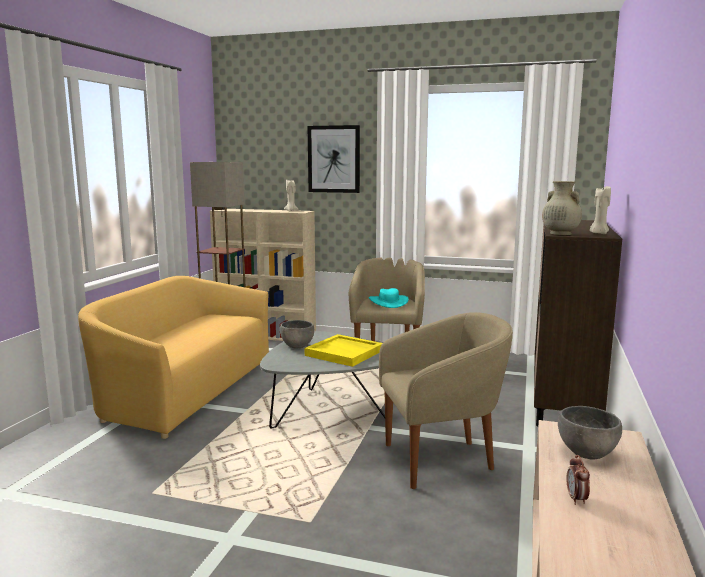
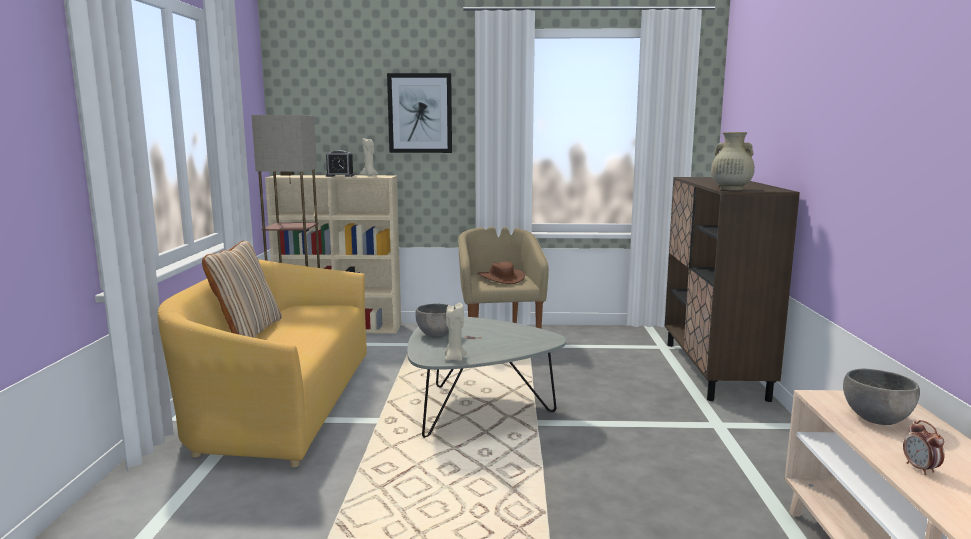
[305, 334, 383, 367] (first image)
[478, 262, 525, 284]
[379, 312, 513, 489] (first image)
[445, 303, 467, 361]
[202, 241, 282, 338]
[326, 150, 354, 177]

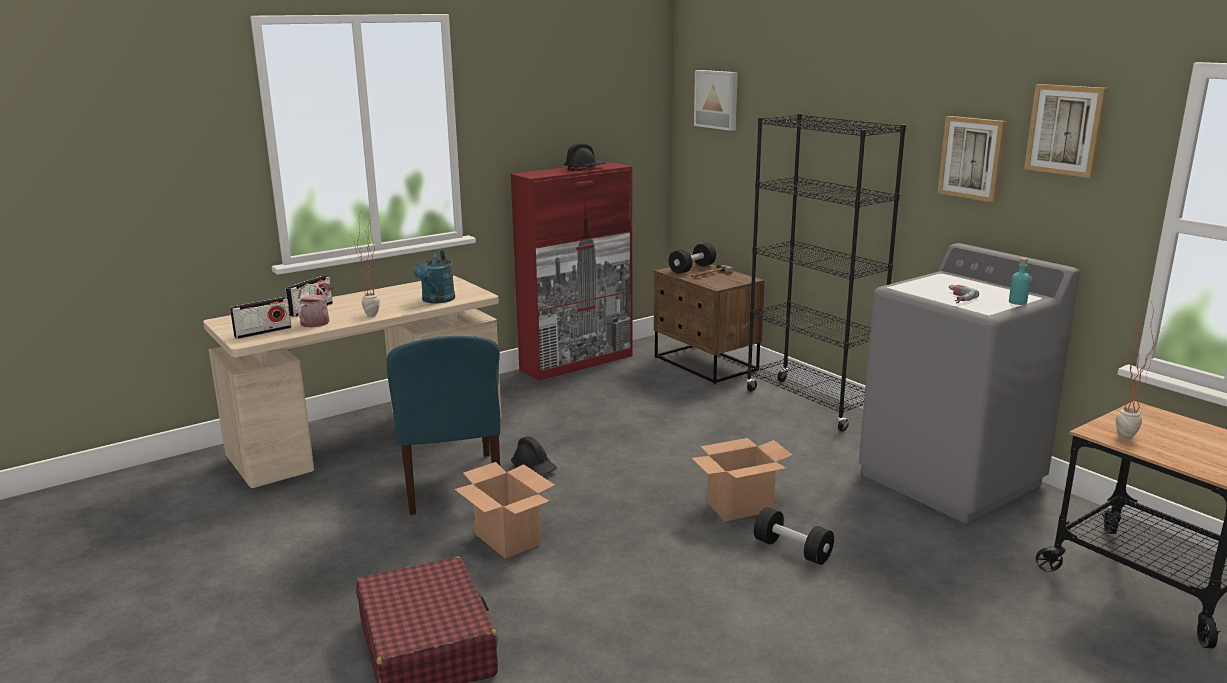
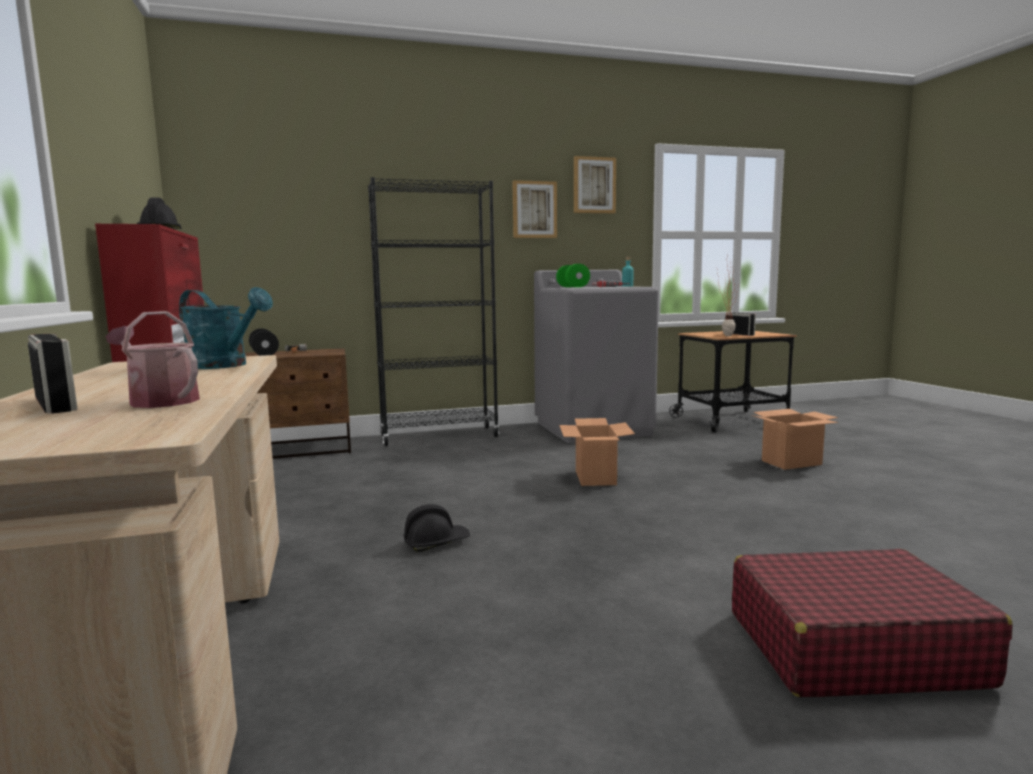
[725, 312, 756, 336]
[350, 215, 380, 317] (first image)
[386, 336, 500, 515] (first image)
[751, 409, 838, 470]
[694, 70, 738, 131] (first image)
[754, 507, 834, 565] (first image)
[556, 264, 590, 288]

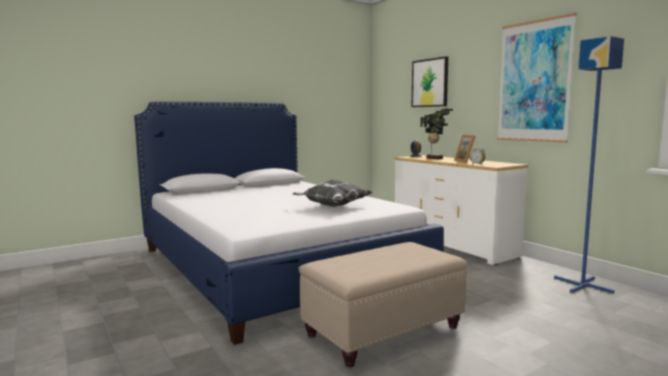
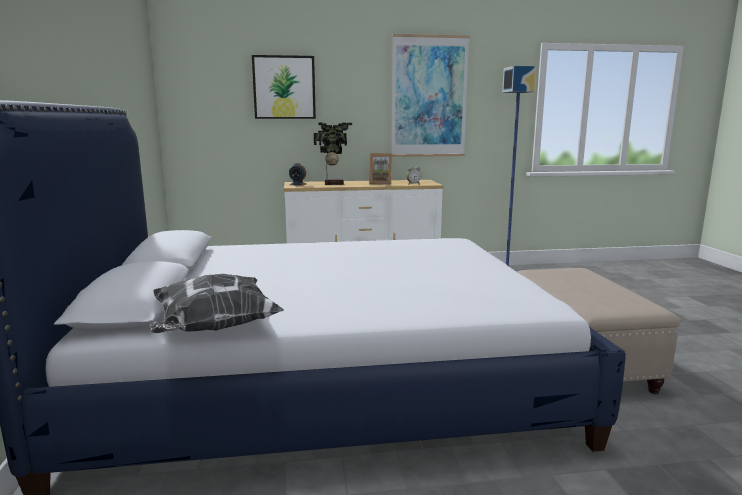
[150, 274, 284, 333]

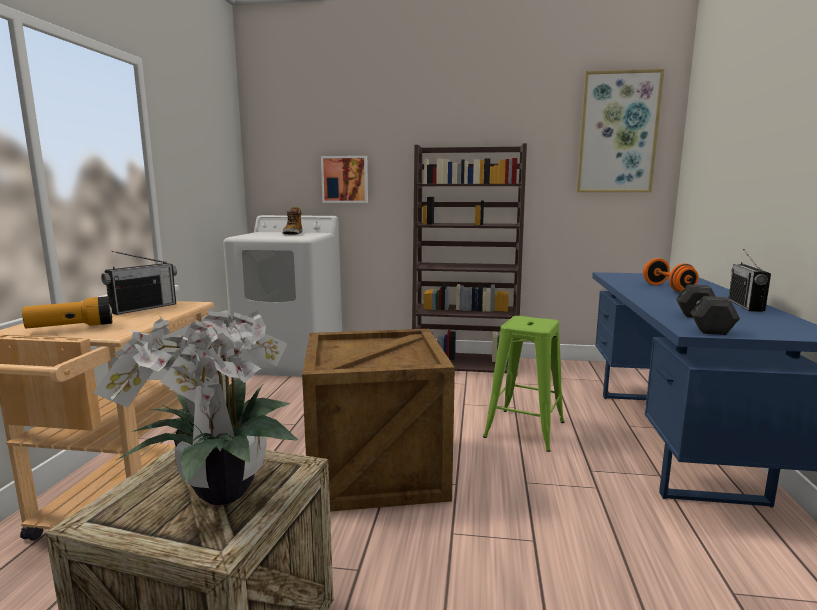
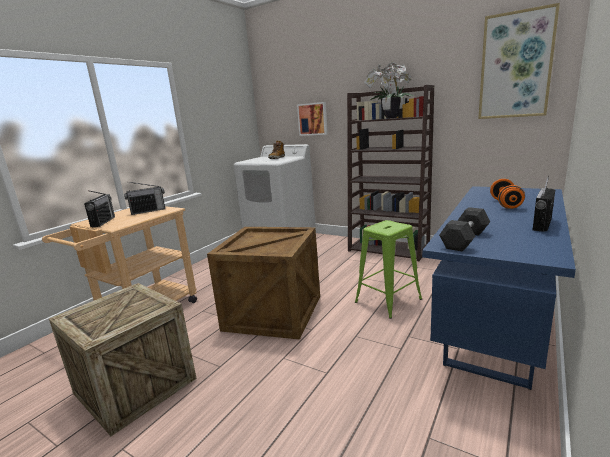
[84, 190, 115, 227]
[364, 62, 414, 118]

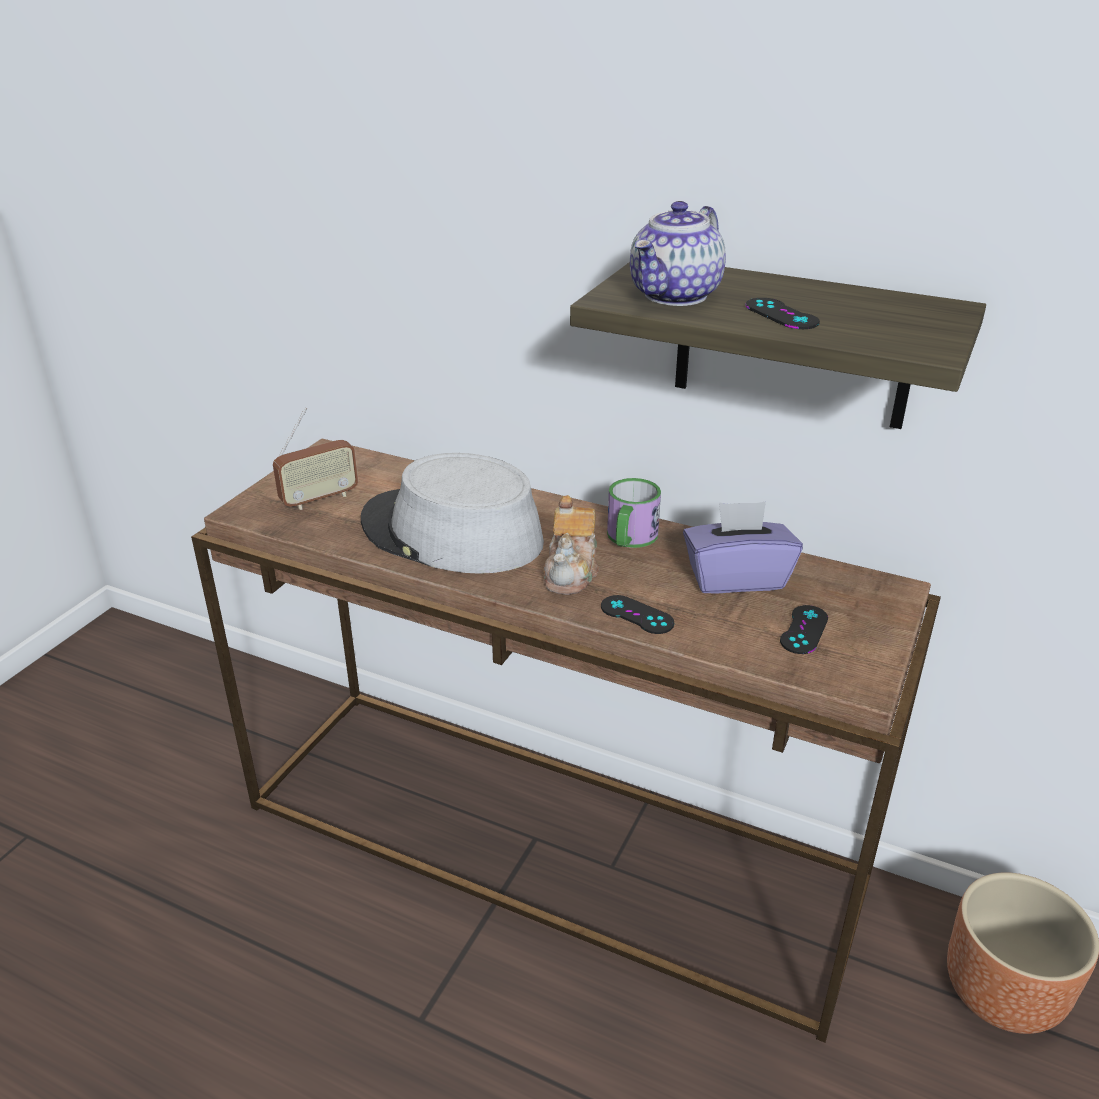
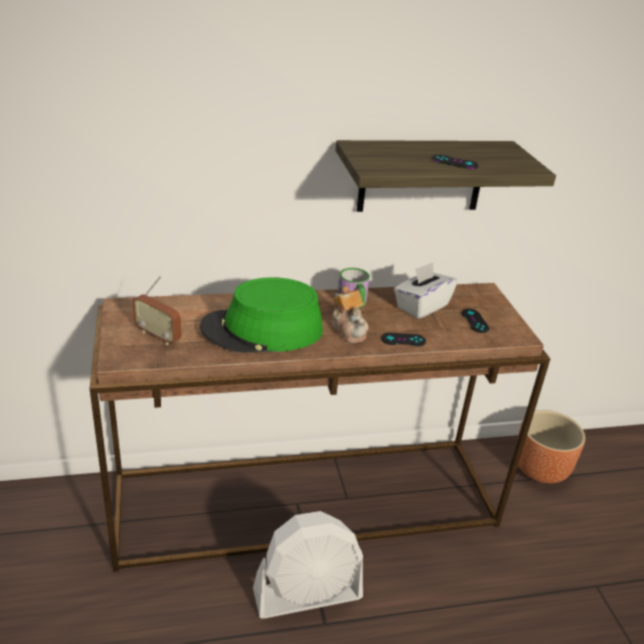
[133, 276, 182, 345]
[200, 277, 323, 353]
[630, 201, 726, 306] (first image)
[394, 262, 458, 319]
[253, 511, 363, 618]

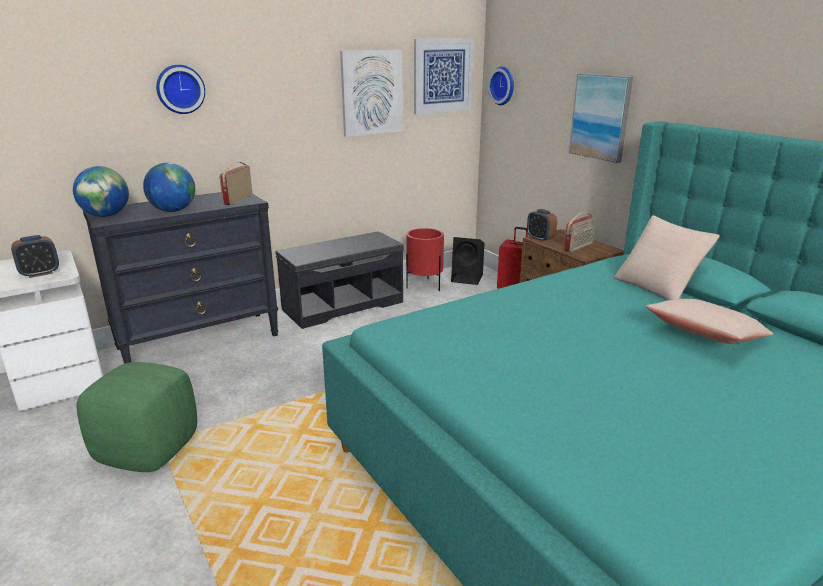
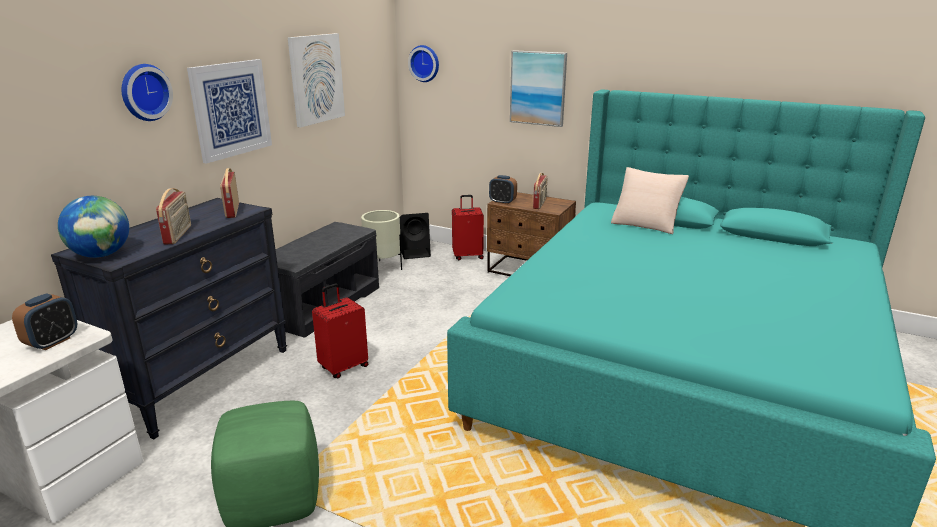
[156, 188, 191, 245]
[361, 210, 402, 270]
[187, 59, 272, 164]
[646, 299, 773, 344] (first image)
[312, 284, 368, 378]

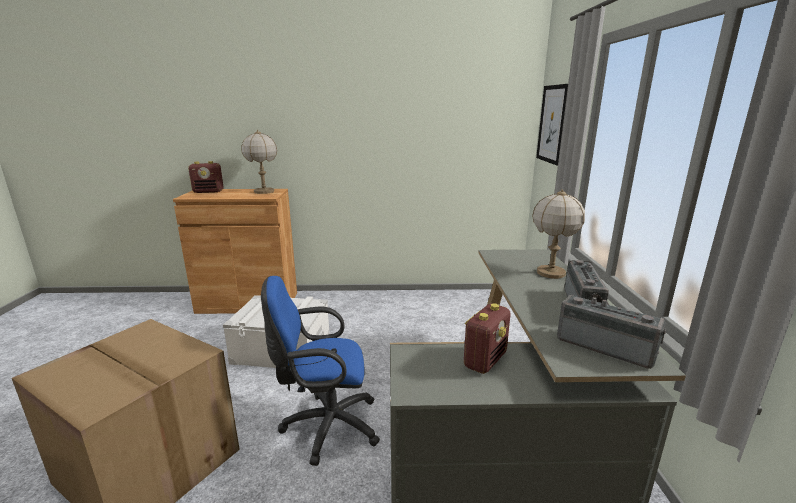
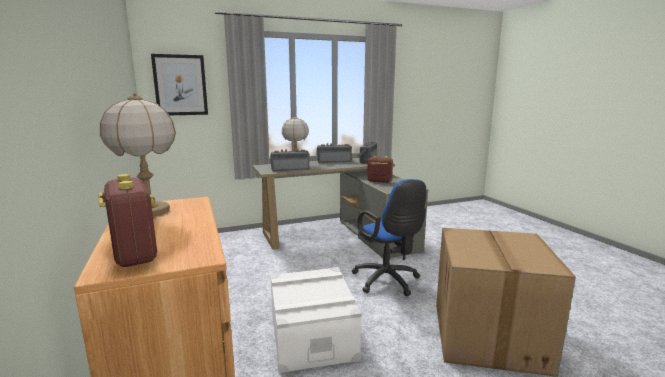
[270, 149, 310, 171]

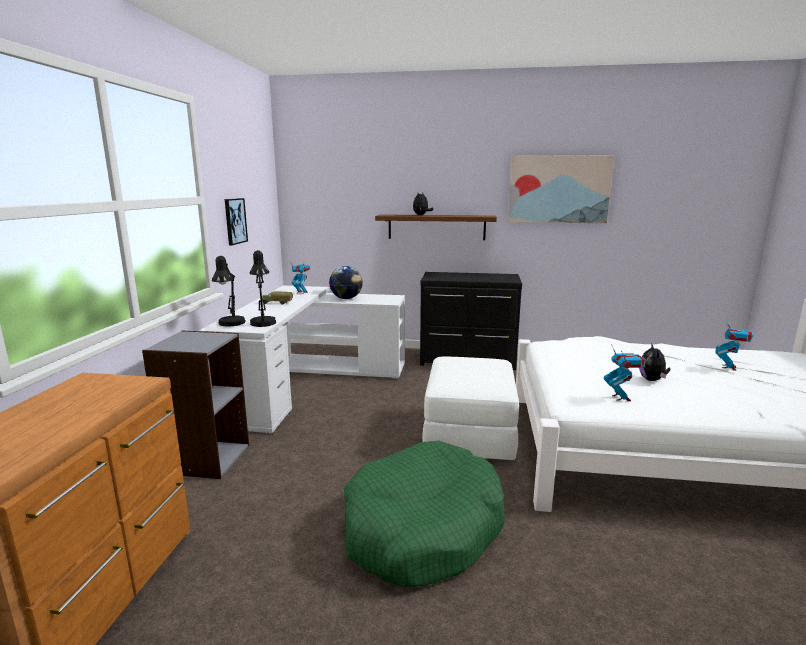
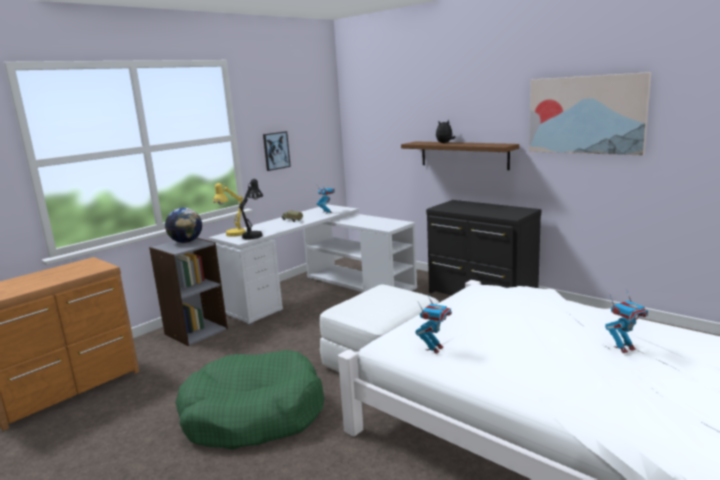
[213, 183, 246, 237]
[165, 208, 202, 243]
[639, 343, 670, 381] (first image)

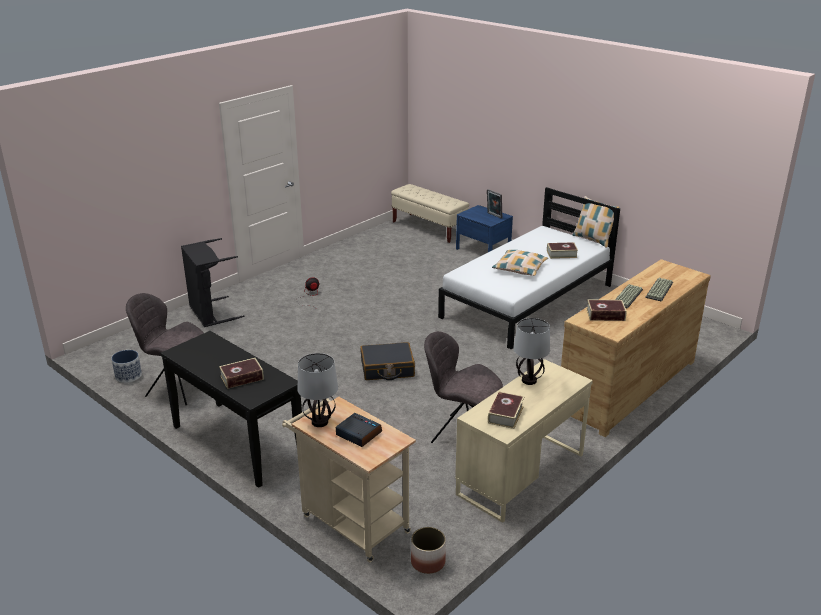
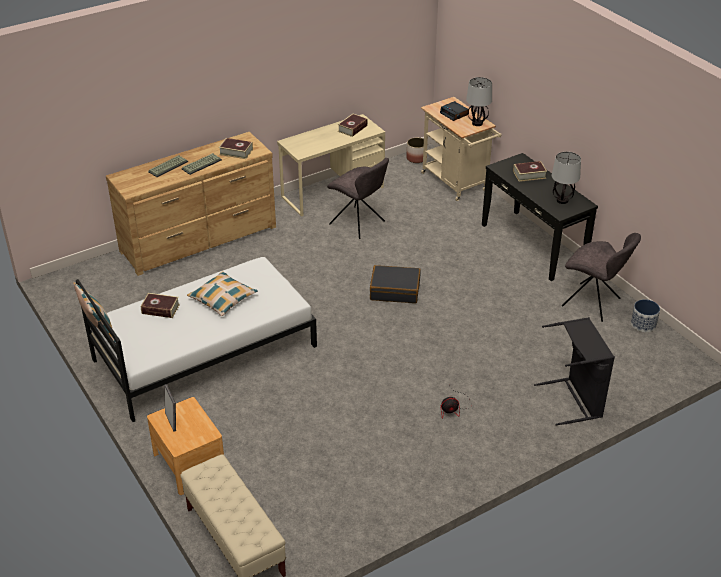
[147, 397, 224, 495]
[552, 152, 581, 204]

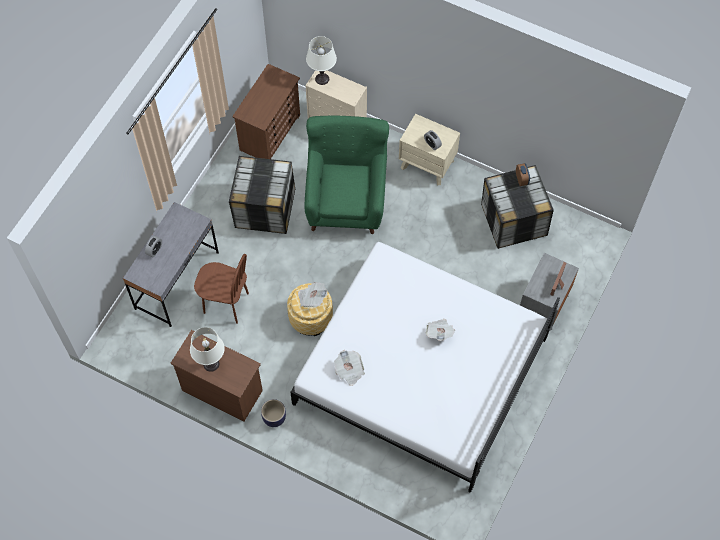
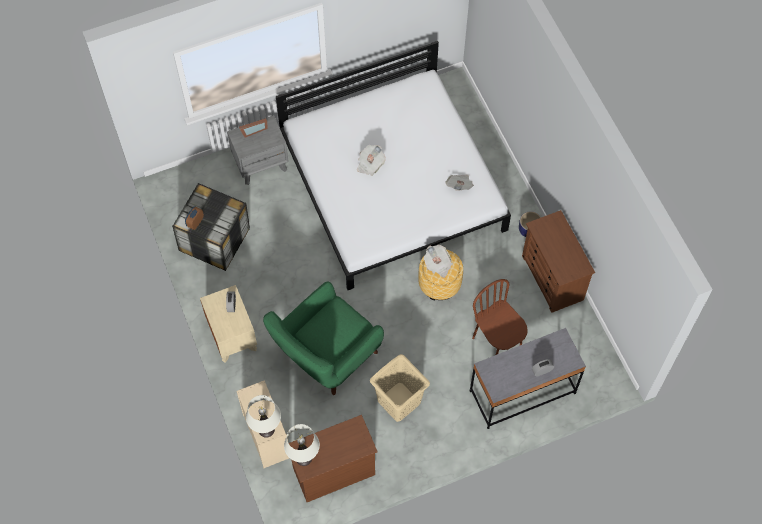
[284, 424, 320, 466]
[370, 354, 430, 422]

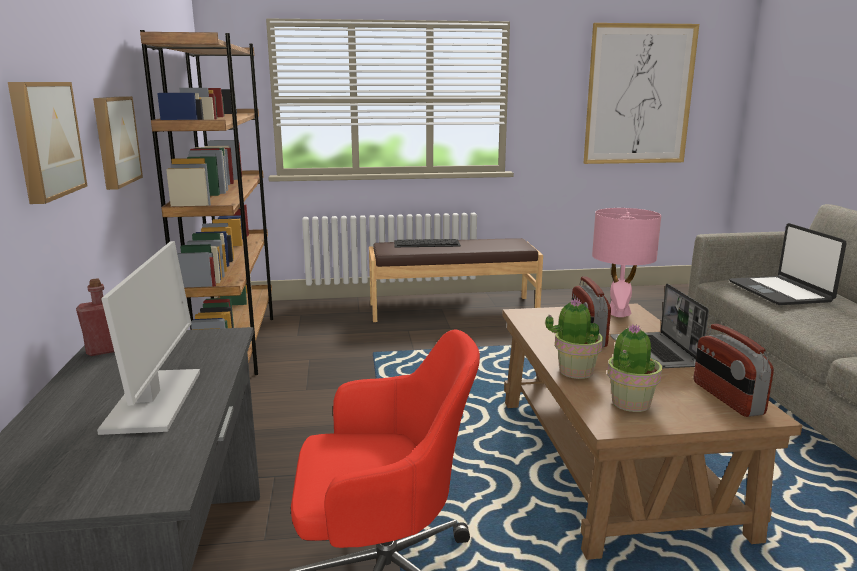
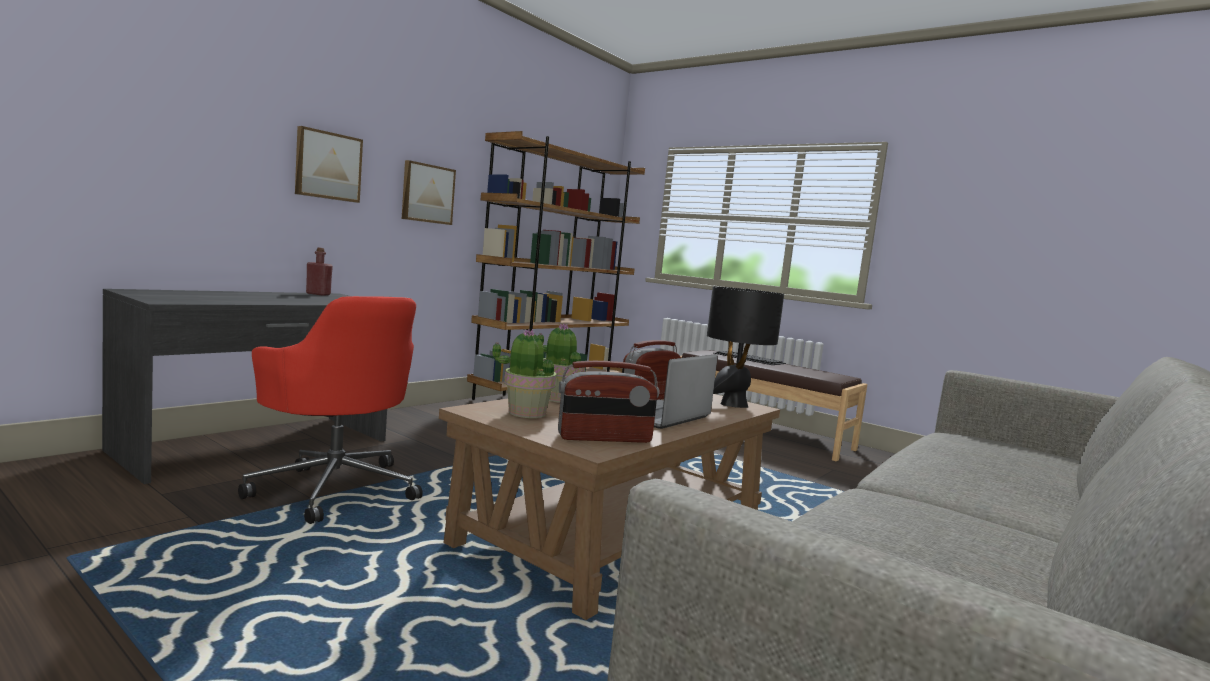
[97, 241, 200, 435] (first image)
[583, 23, 699, 164] (first image)
[707, 286, 784, 408]
[558, 361, 659, 443]
[729, 223, 847, 305] (first image)

